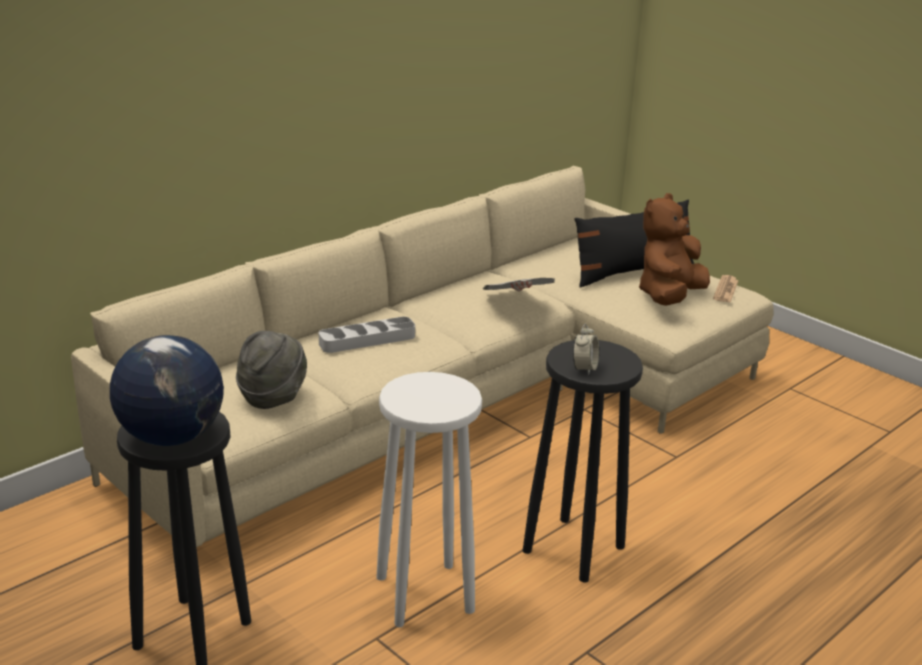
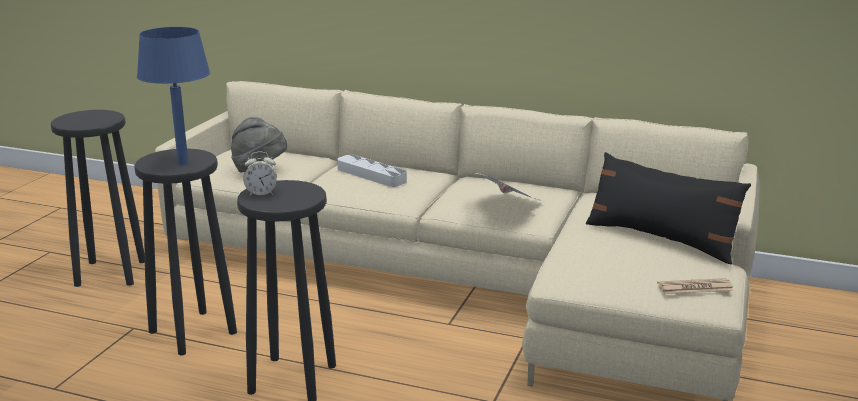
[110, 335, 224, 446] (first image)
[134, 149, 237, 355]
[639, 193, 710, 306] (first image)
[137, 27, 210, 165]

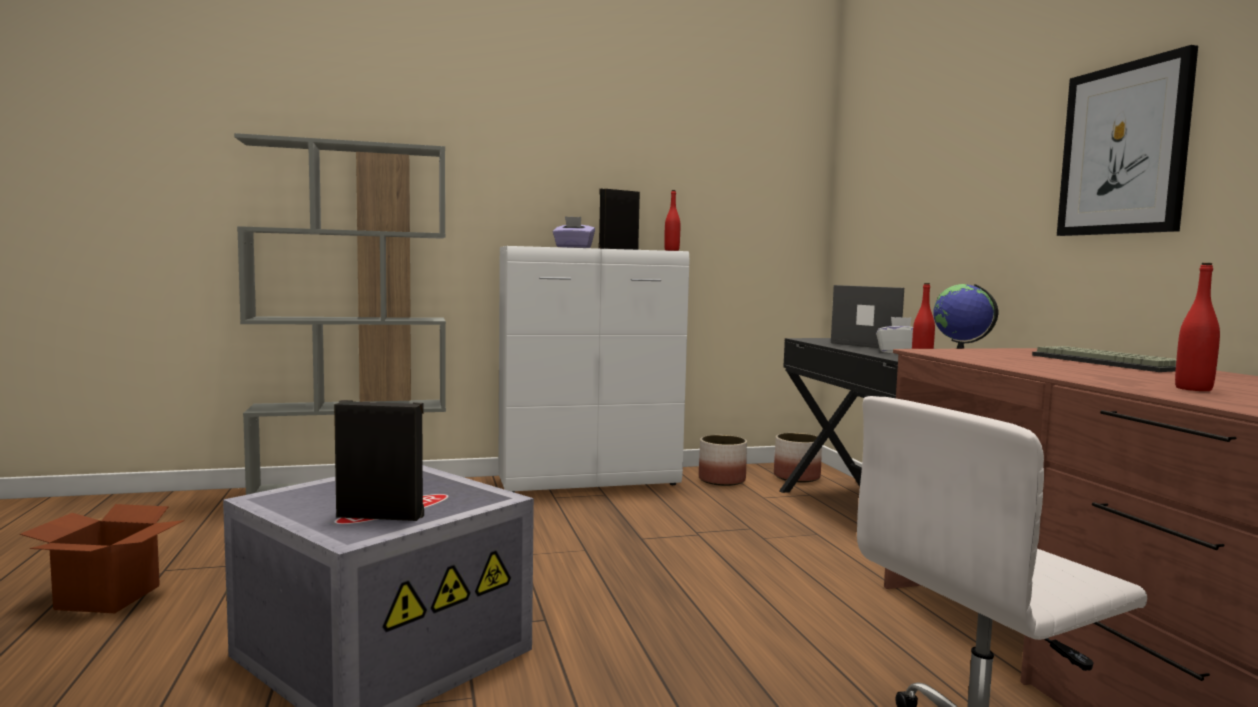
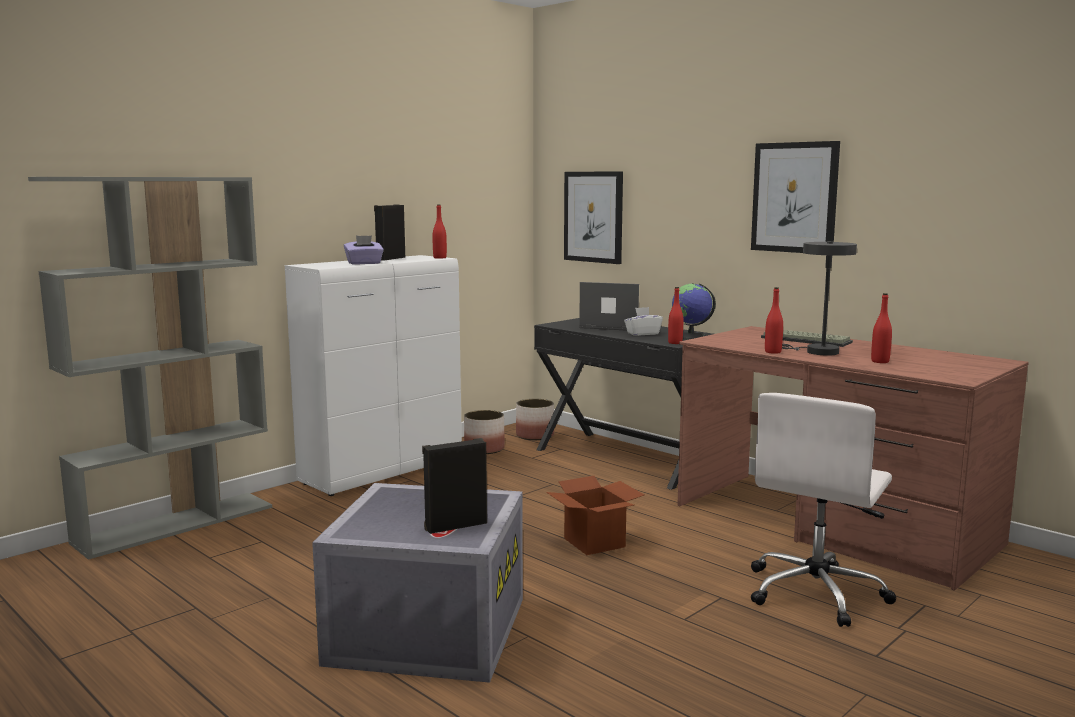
[546, 476, 644, 555]
[564, 171, 623, 264]
[765, 287, 783, 354]
[782, 241, 857, 356]

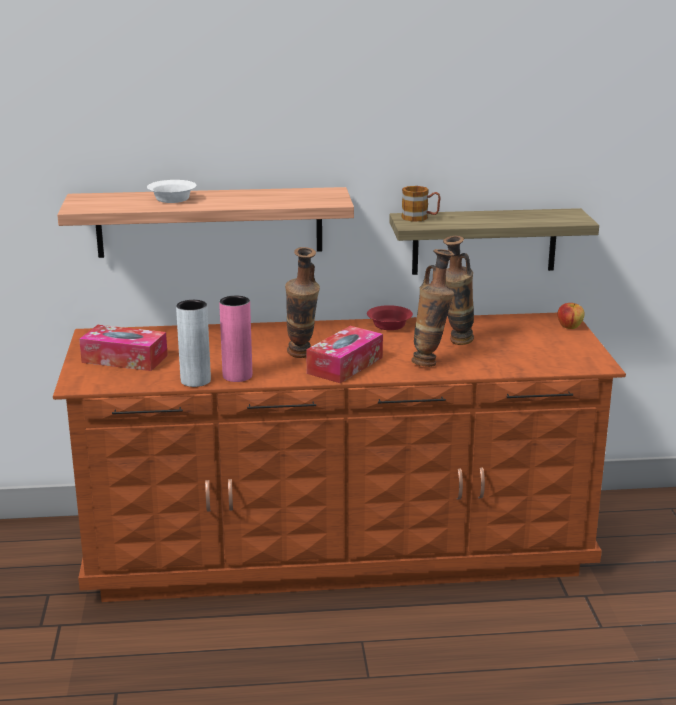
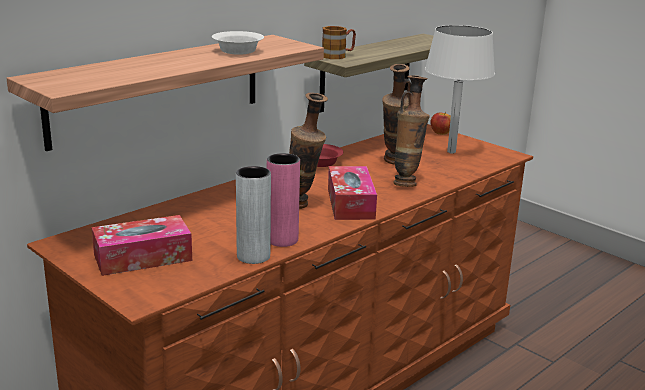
[212, 31, 264, 55]
[425, 25, 495, 154]

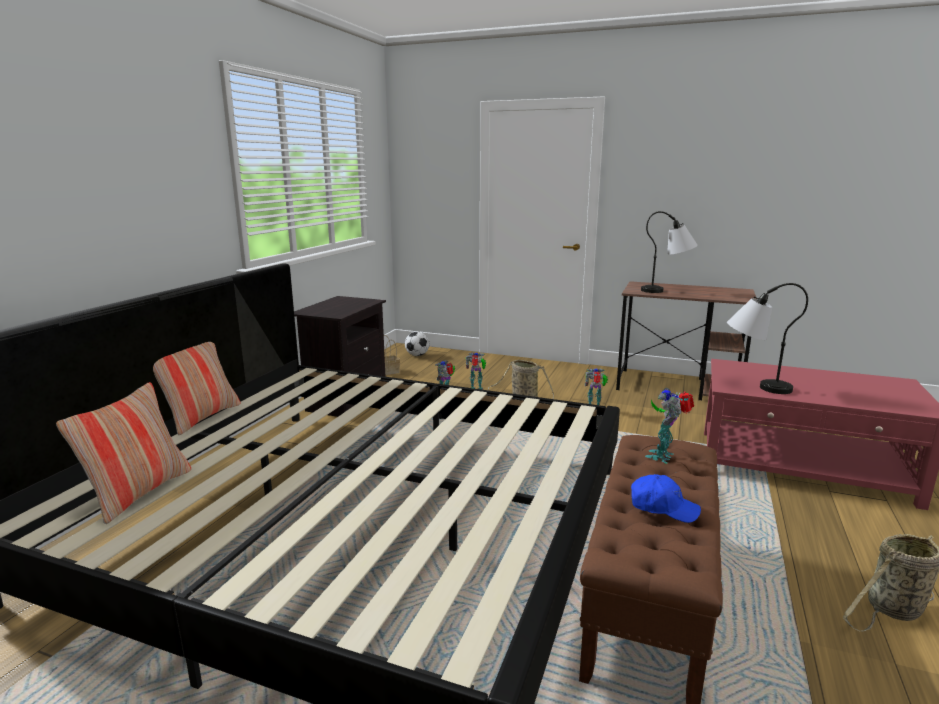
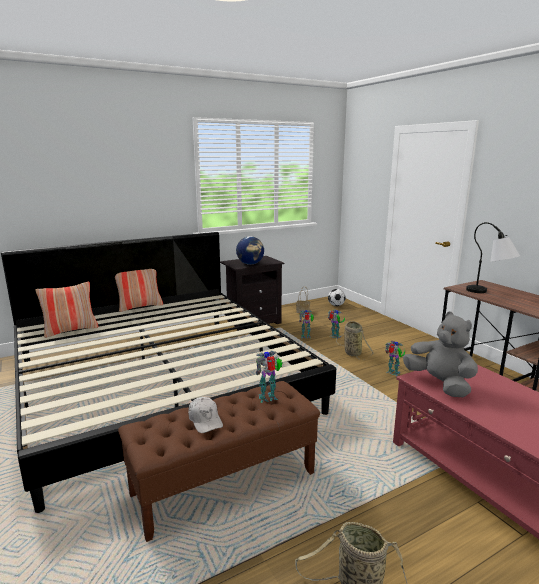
[188, 397, 223, 433]
[403, 312, 478, 397]
[236, 236, 264, 265]

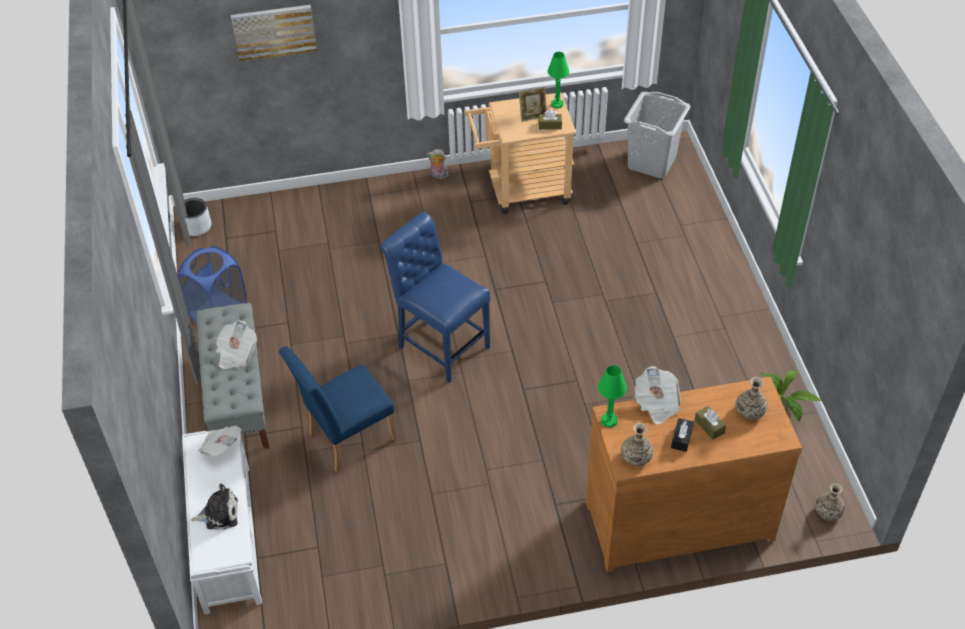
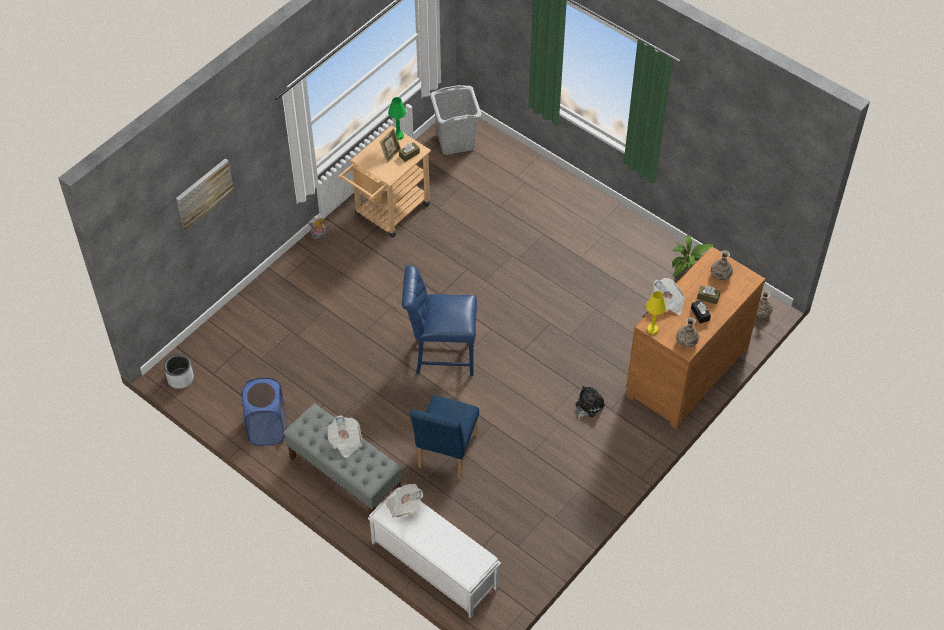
[576, 386, 605, 420]
[646, 291, 666, 334]

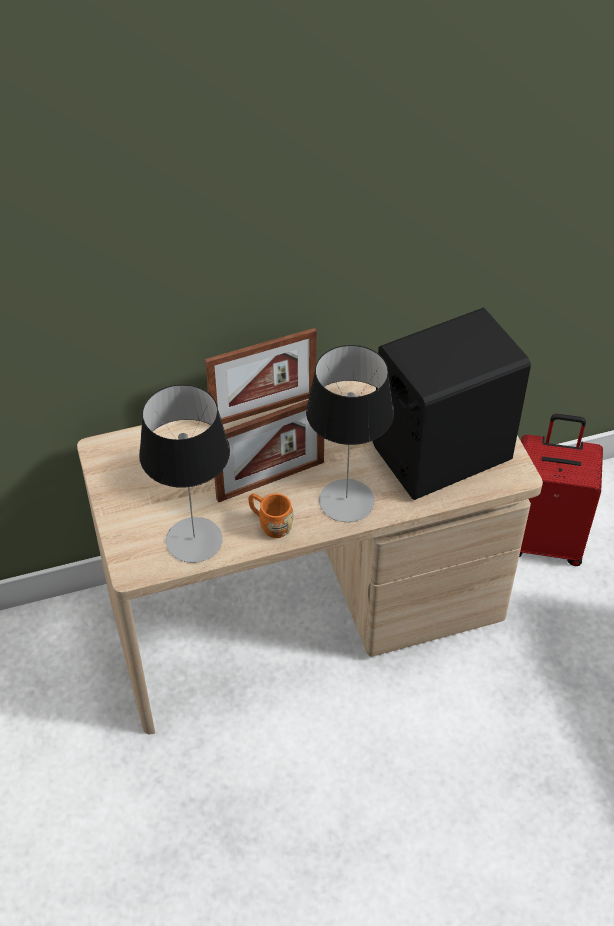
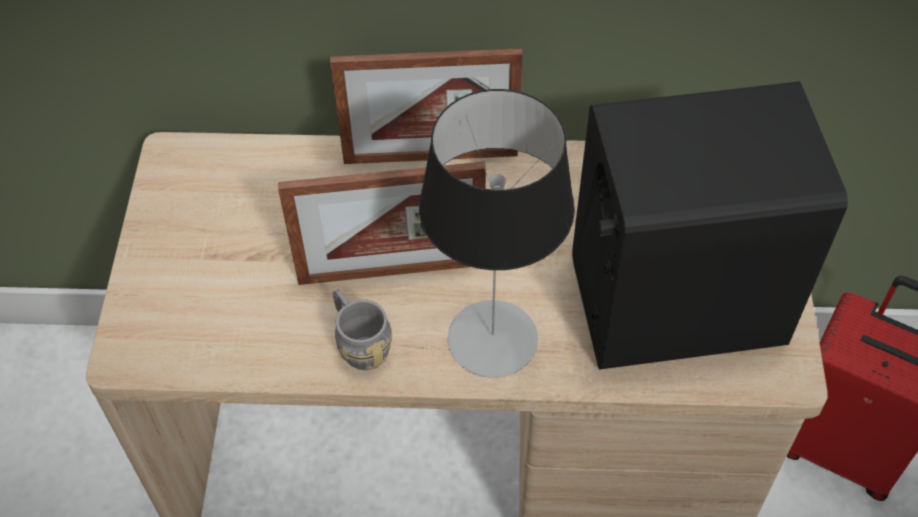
[139, 384, 230, 563] (first image)
[333, 289, 392, 370]

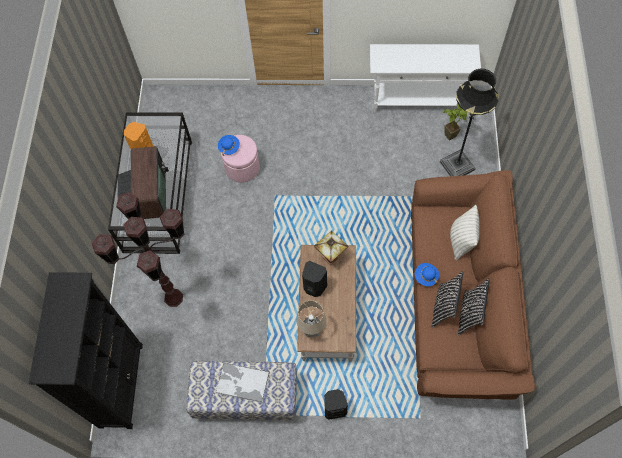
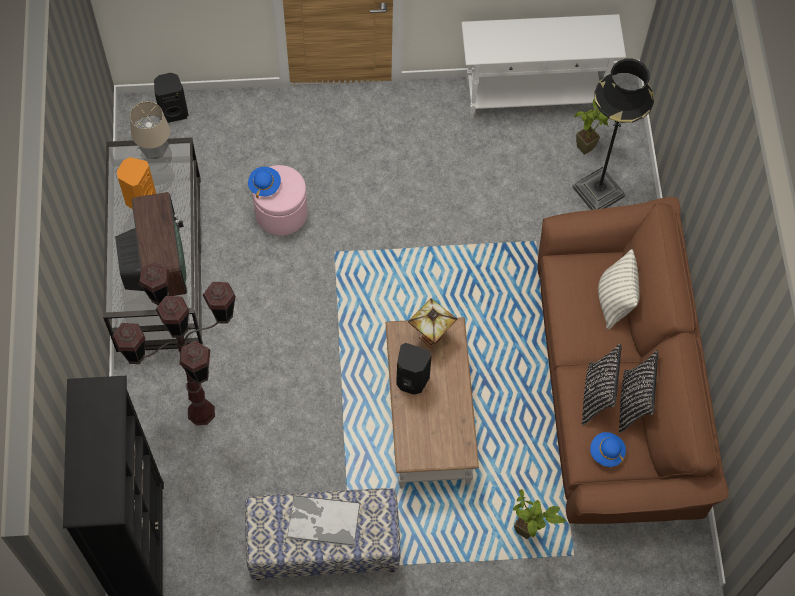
[130, 101, 170, 159]
[154, 73, 188, 123]
[590, 432, 626, 467]
[513, 489, 566, 539]

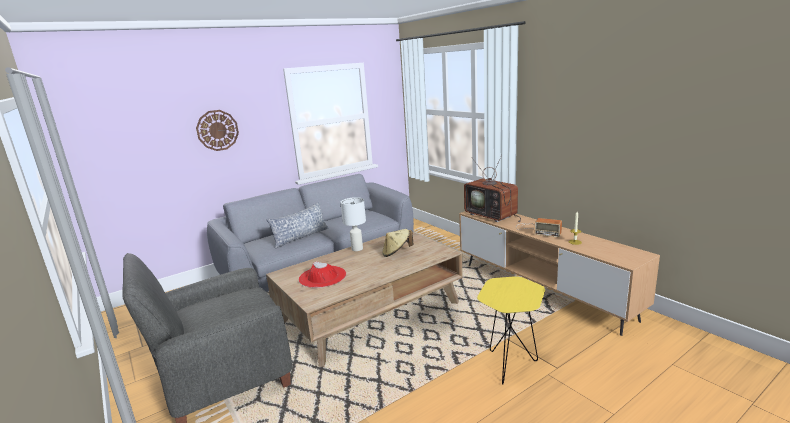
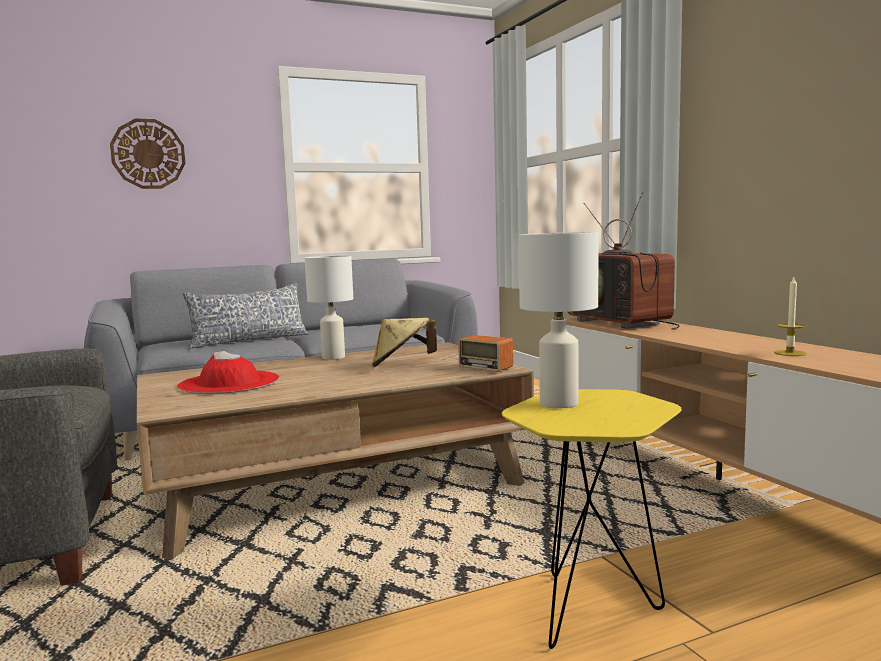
[441, 335, 513, 371]
[519, 232, 599, 408]

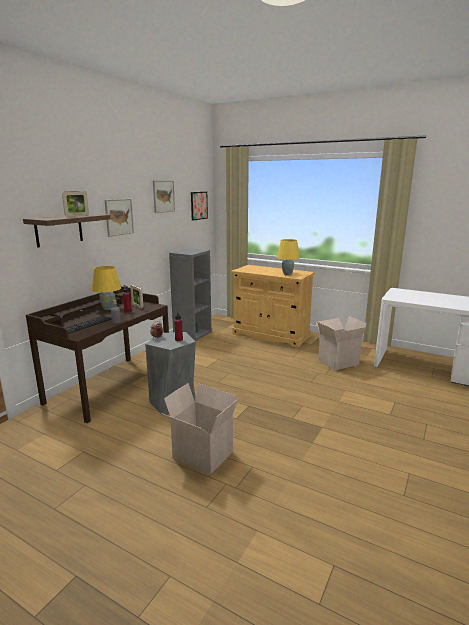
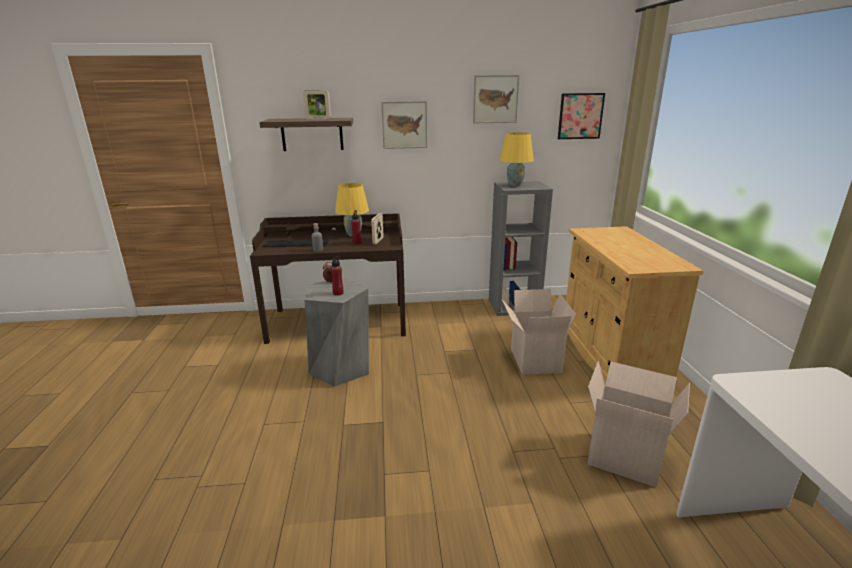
[502, 289, 576, 375]
[500, 132, 534, 186]

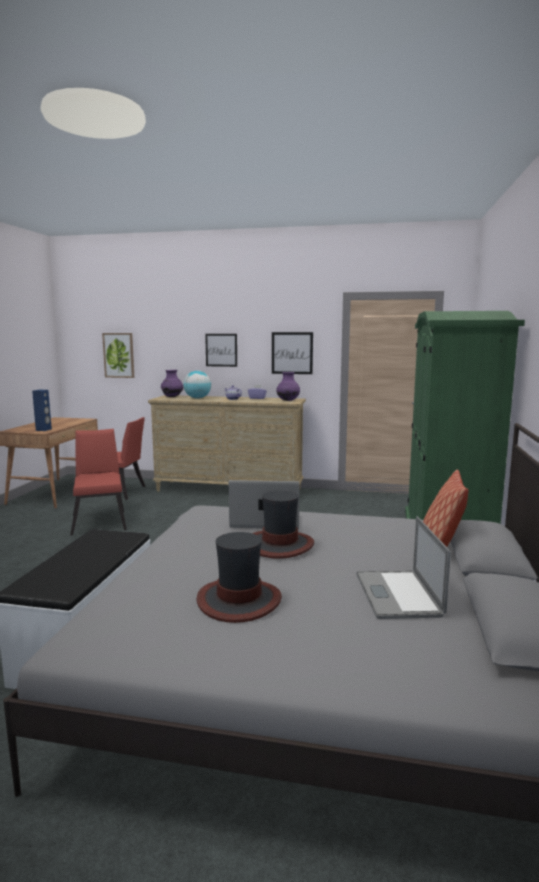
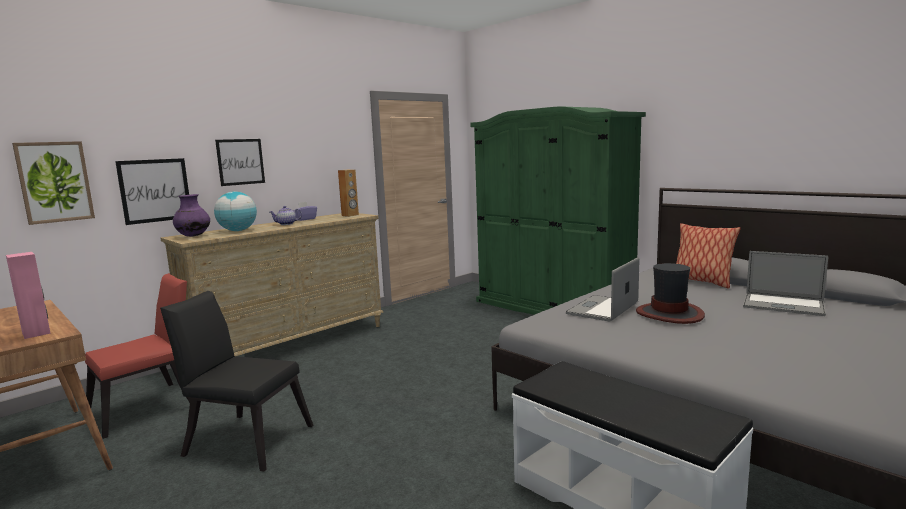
[6, 252, 51, 339]
[160, 291, 314, 472]
[196, 532, 282, 623] (first image)
[115, 158, 189, 225]
[338, 169, 359, 217]

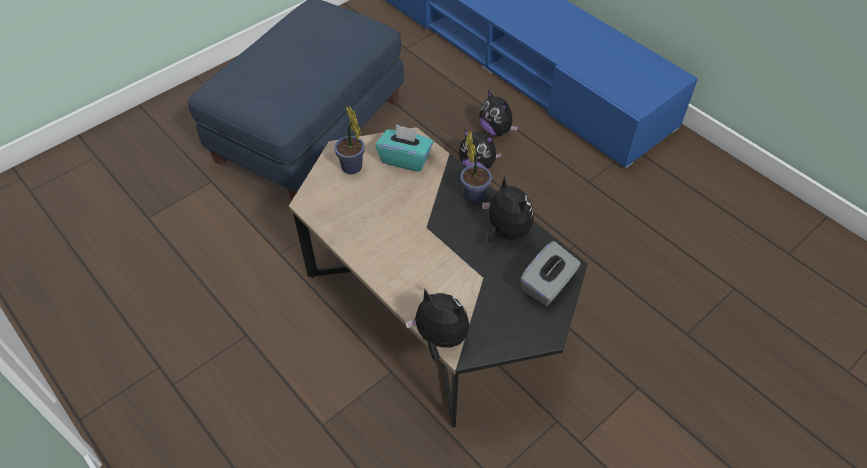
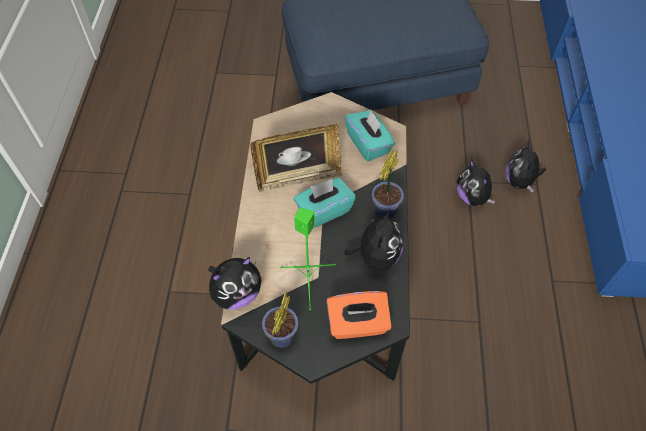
[262, 292, 298, 348]
[208, 257, 262, 310]
[327, 291, 392, 339]
[251, 124, 342, 192]
[280, 207, 336, 310]
[294, 178, 356, 228]

